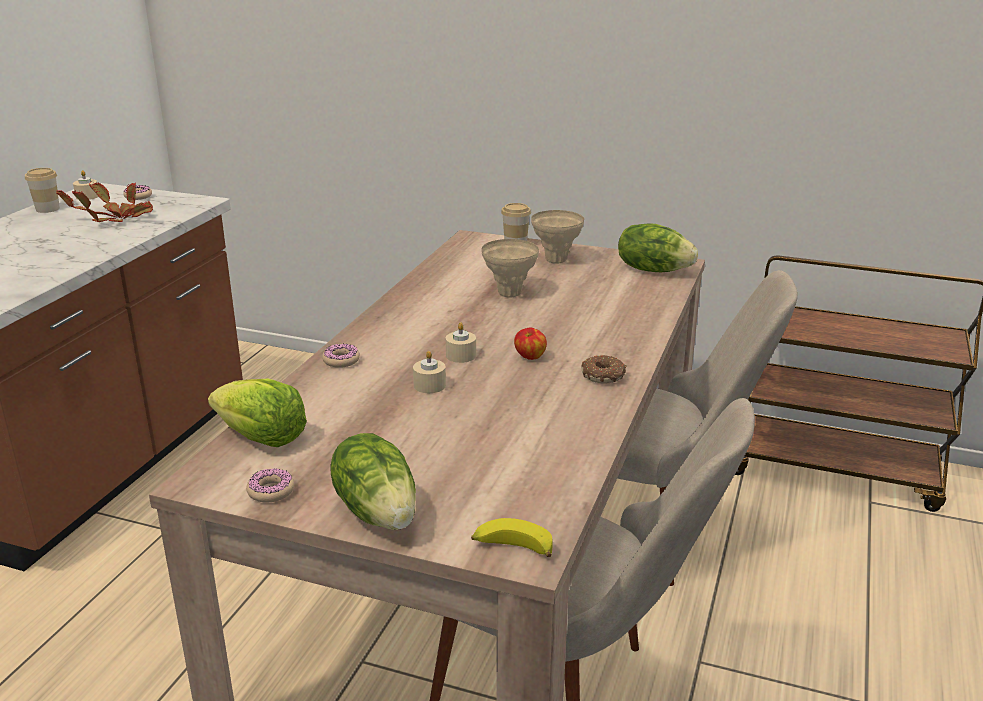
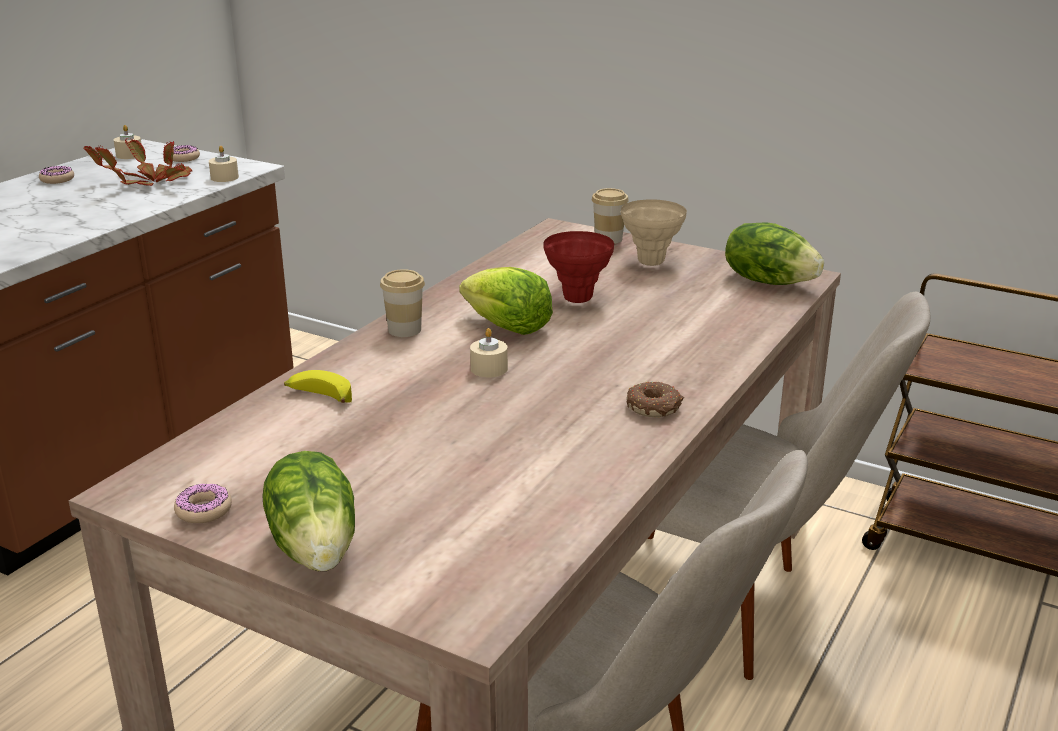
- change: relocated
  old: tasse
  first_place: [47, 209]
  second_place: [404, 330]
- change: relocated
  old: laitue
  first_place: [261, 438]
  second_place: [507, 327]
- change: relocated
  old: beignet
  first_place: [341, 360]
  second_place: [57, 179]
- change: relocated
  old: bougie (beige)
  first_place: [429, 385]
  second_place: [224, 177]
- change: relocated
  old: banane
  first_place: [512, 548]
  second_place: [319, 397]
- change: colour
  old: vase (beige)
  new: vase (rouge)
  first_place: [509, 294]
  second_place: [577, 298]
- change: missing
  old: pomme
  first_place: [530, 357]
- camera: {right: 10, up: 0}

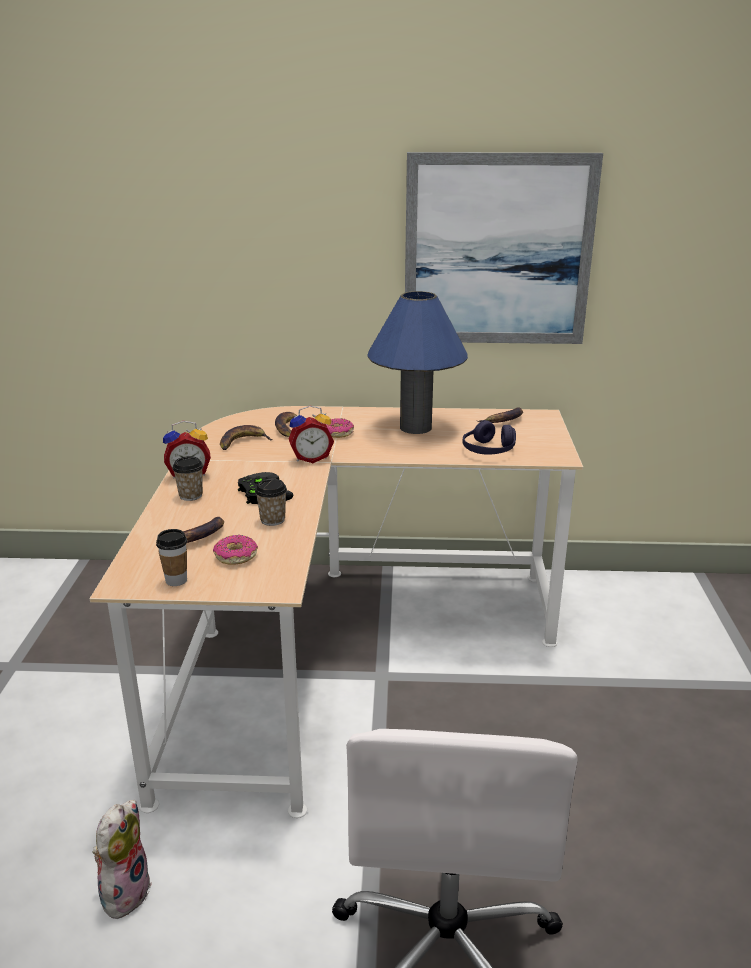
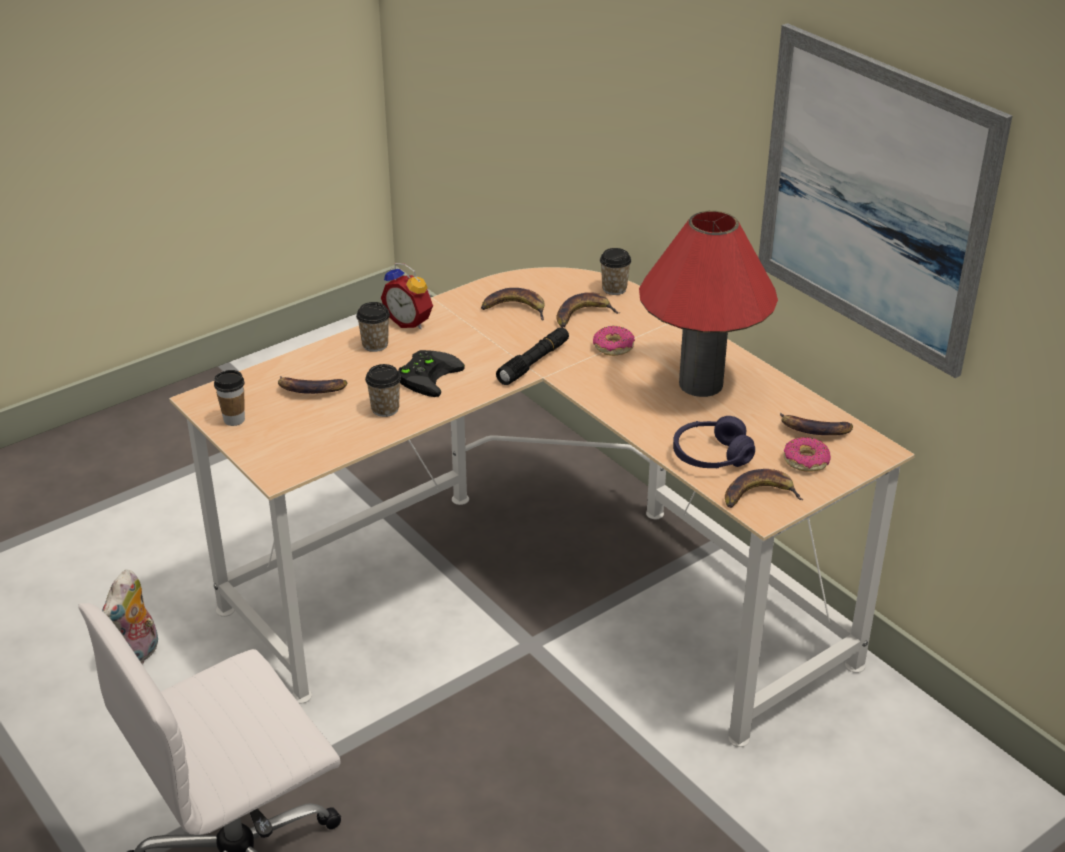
- change: spun
  old: peluche
  first_place: [124, 891]
  second_place: [138, 655]
  degrees: 135
- change: relocated
  old: beignet
  first_place: [236, 556]
  second_place: [805, 461]
- change: exchanged
  old: réveil
  new: lampe de poche (noir)
  first_place: [311, 458]
  second_place: [534, 363]
- change: colour
  old: lampe de table (bleu)
  new: lampe de table (rouge)
  first_place: [415, 427]
  second_place: [701, 384]
- change: appeared
  new: tasse
  second_place: [614, 289]
- change: appeared
  new: banane
  second_place: [759, 495]
- camera: {right: 50, up: 10}

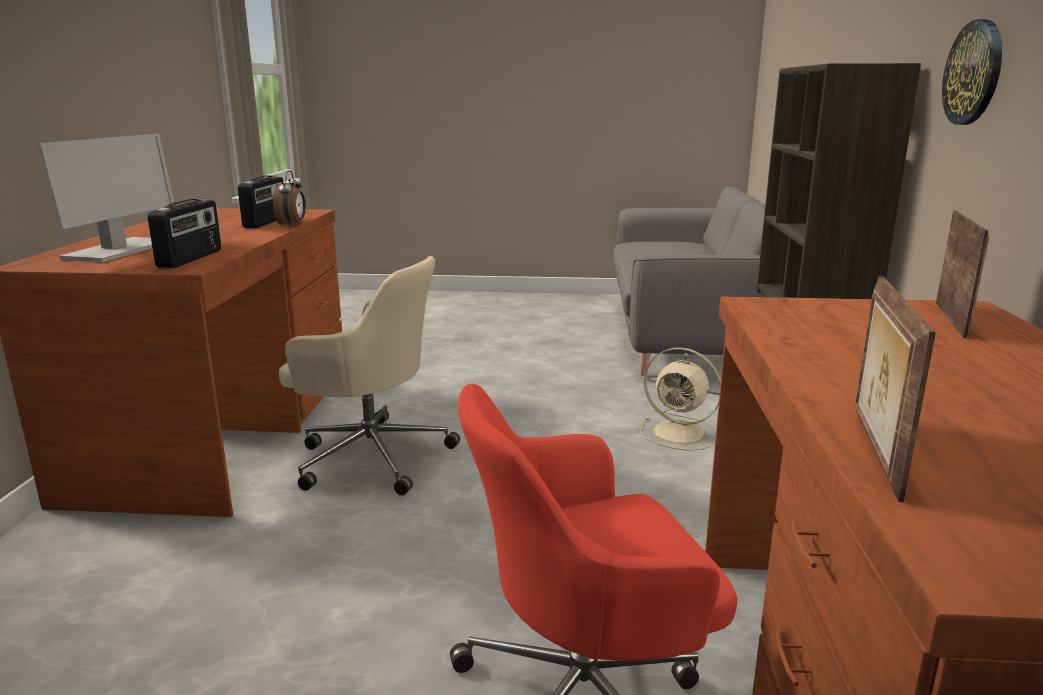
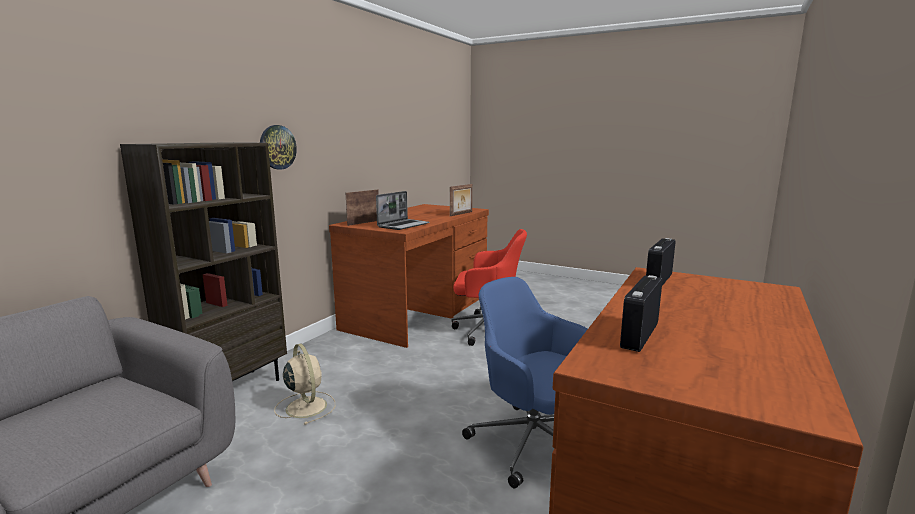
- change: missing
  old: écran d'ordinateur
  first_place: [118, 251]
- change: missing
  old: réveil
  first_place: [292, 224]
- change: colour
  old: chaise de bureau (beige)
  new: chaise de bureau (bleu)
  first_place: [371, 456]
  second_place: [533, 444]
- change: appeared
  new: ordinateur portable
  second_place: [403, 225]
- camera: {right: -155, up: -5}

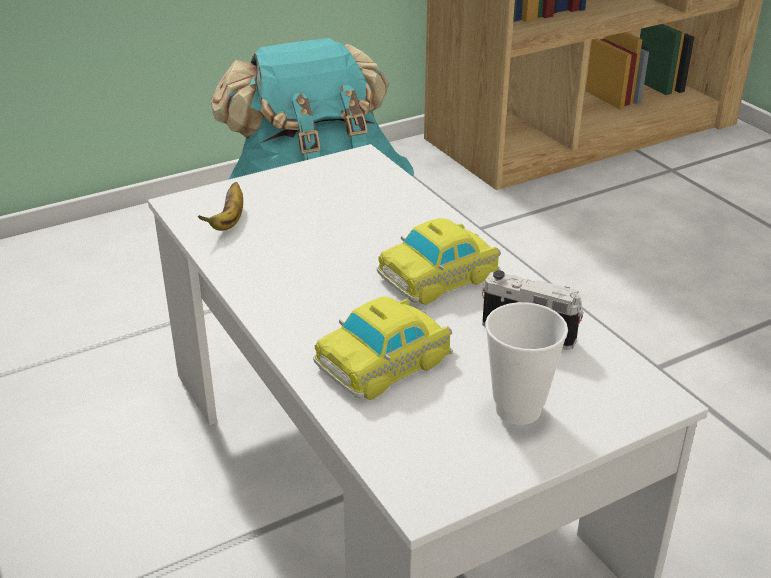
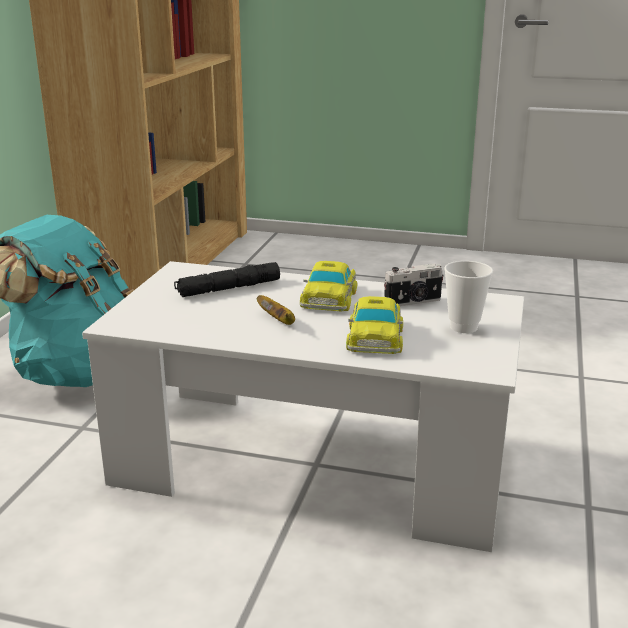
- change: relocated
  old: banane
  first_place: [229, 221]
  second_place: [278, 321]
- change: appeared
  new: lampe de poche (noir)
  second_place: [228, 288]
- camera: {right: -45, up: -10}

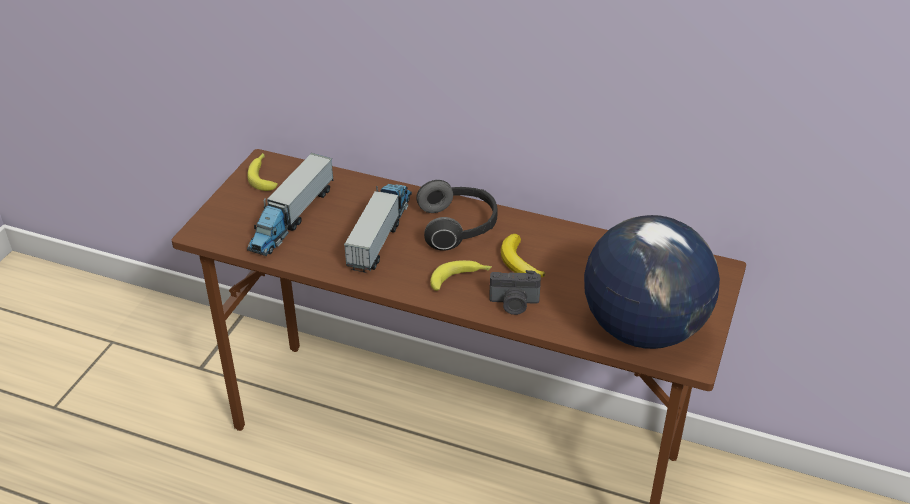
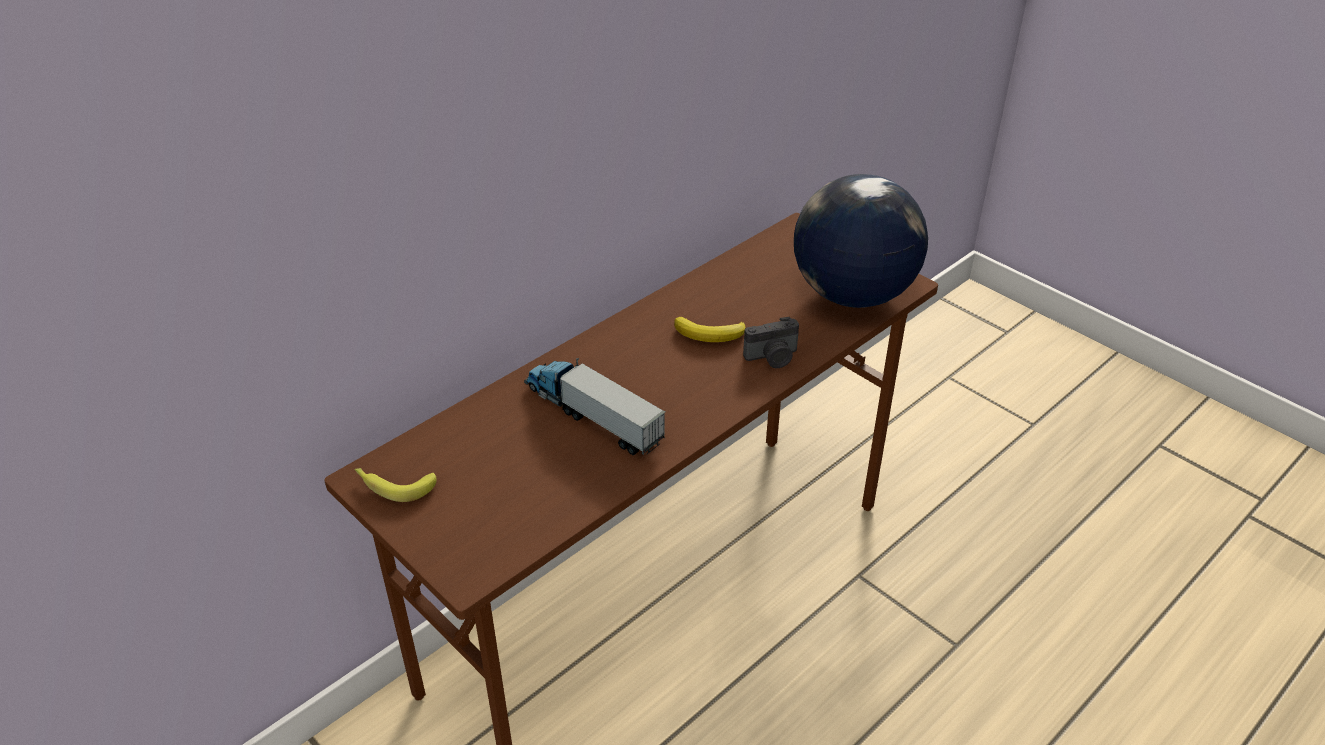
- change: missing
  old: camion jouet
  first_place: [292, 218]
- change: missing
  old: casque audio
  first_place: [458, 227]
- change: missing
  old: banane
  first_place: [460, 279]
- change: spun
  old: appareil photo
  first_place: [514, 304]
  second_place: [772, 358]
  degrees: 45
- camera: {right: -65, up: 0}

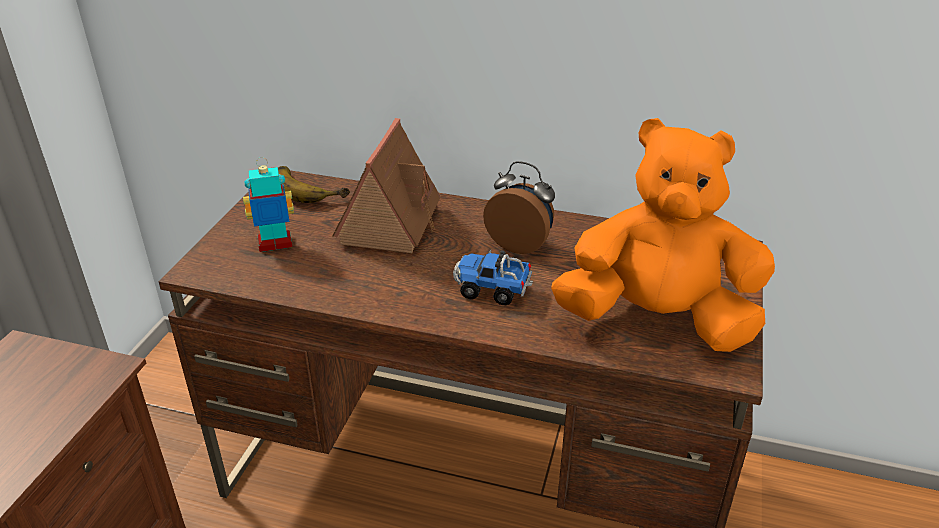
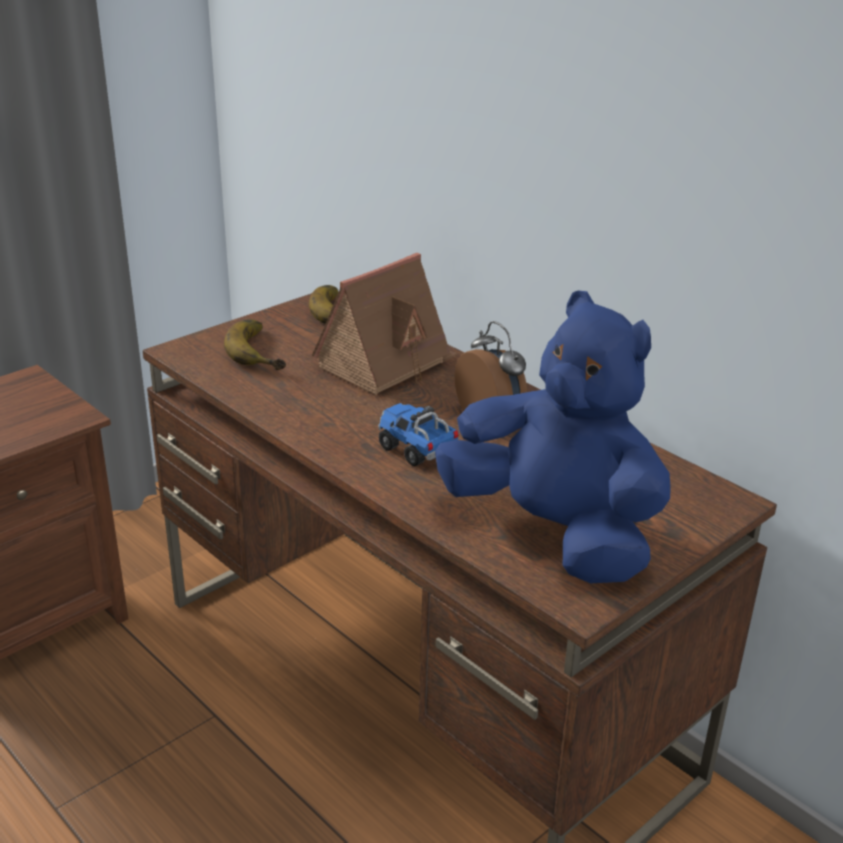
- change: exchanged
  old: robot jouet
  new: banane
  first_place: [275, 244]
  second_place: [263, 350]
- change: colour
  old: peluche (orange)
  new: peluche (bleu)
  first_place: [657, 320]
  second_place: [554, 533]
- camera: {right: 30, up: -5}

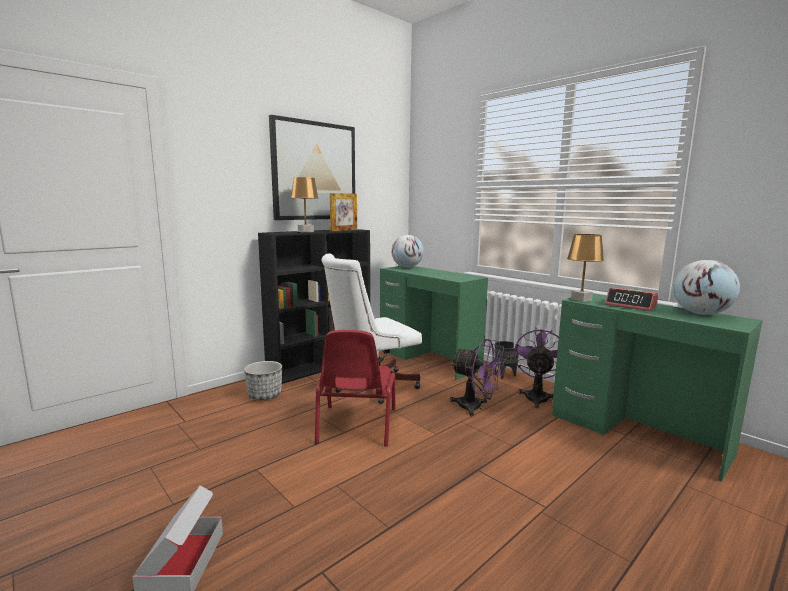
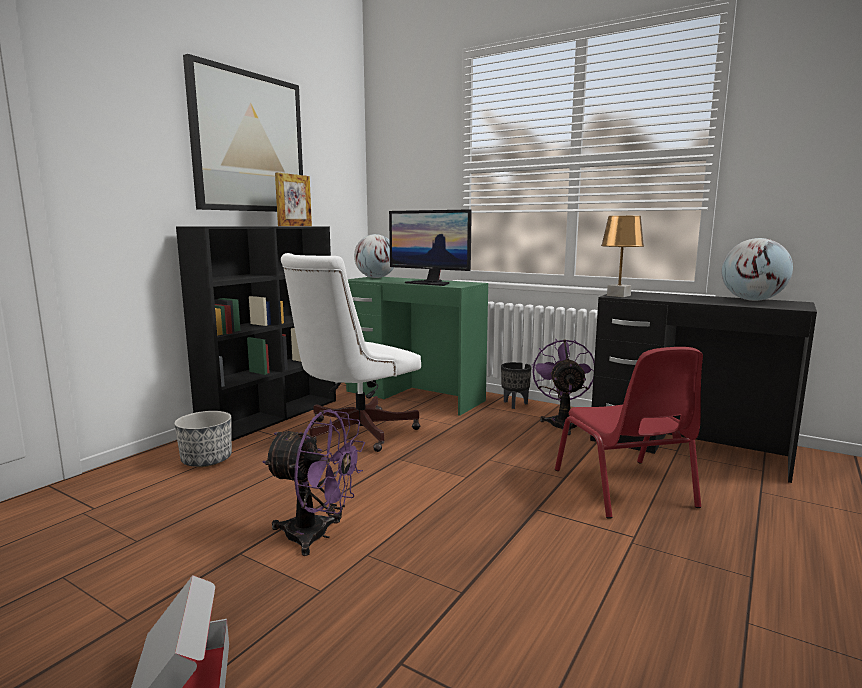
- change: missing
  old: lampe de table (marron)
  first_place: [305, 232]
- change: relocated
  old: chaise (rouge)
  first_place: [356, 426]
  second_place: [624, 489]
- change: relocated
  old: ventilateur (violet)
  first_place: [475, 408]
  second_place: [317, 536]
- change: colour
  old: bureau (vert)
  new: bureau (noir)
  first_place: [637, 434]
  second_place: [687, 448]
- change: missing
  old: réveil
  first_place: [631, 305]
- change: appeared
  new: écran d'ordinateur
  second_place: [430, 283]
- camera: {right: -15, up: 0}

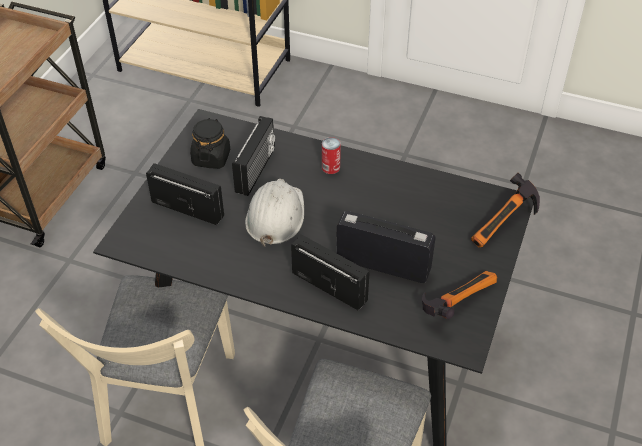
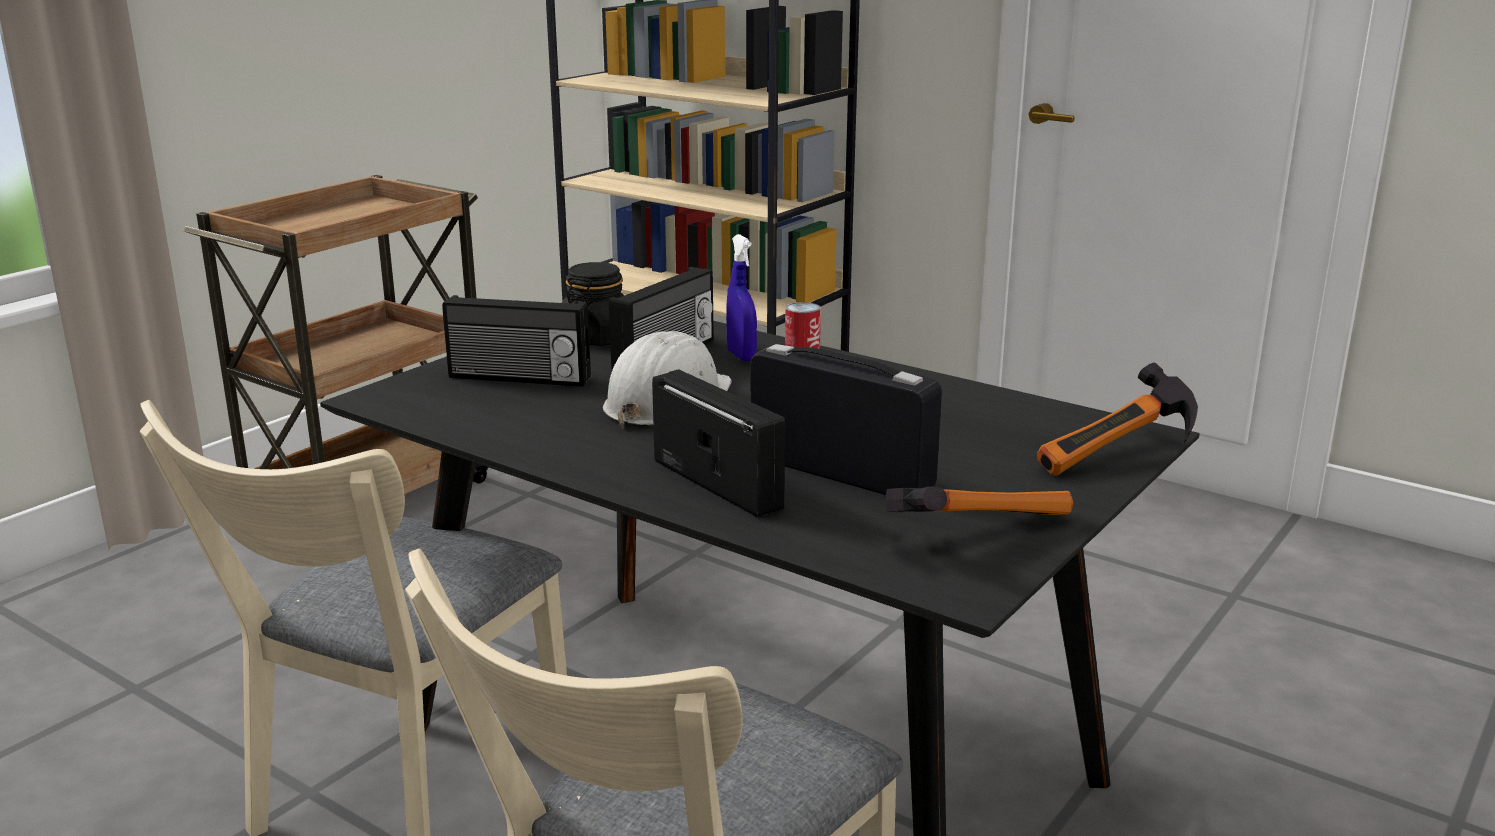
- change: spun
  old: radio
  first_place: [188, 208]
  second_place: [519, 378]
  degrees: 150
- change: appeared
  new: vaporisateur (bleu)
  second_place: [741, 356]
- camera: {right: 15, up: -25}

